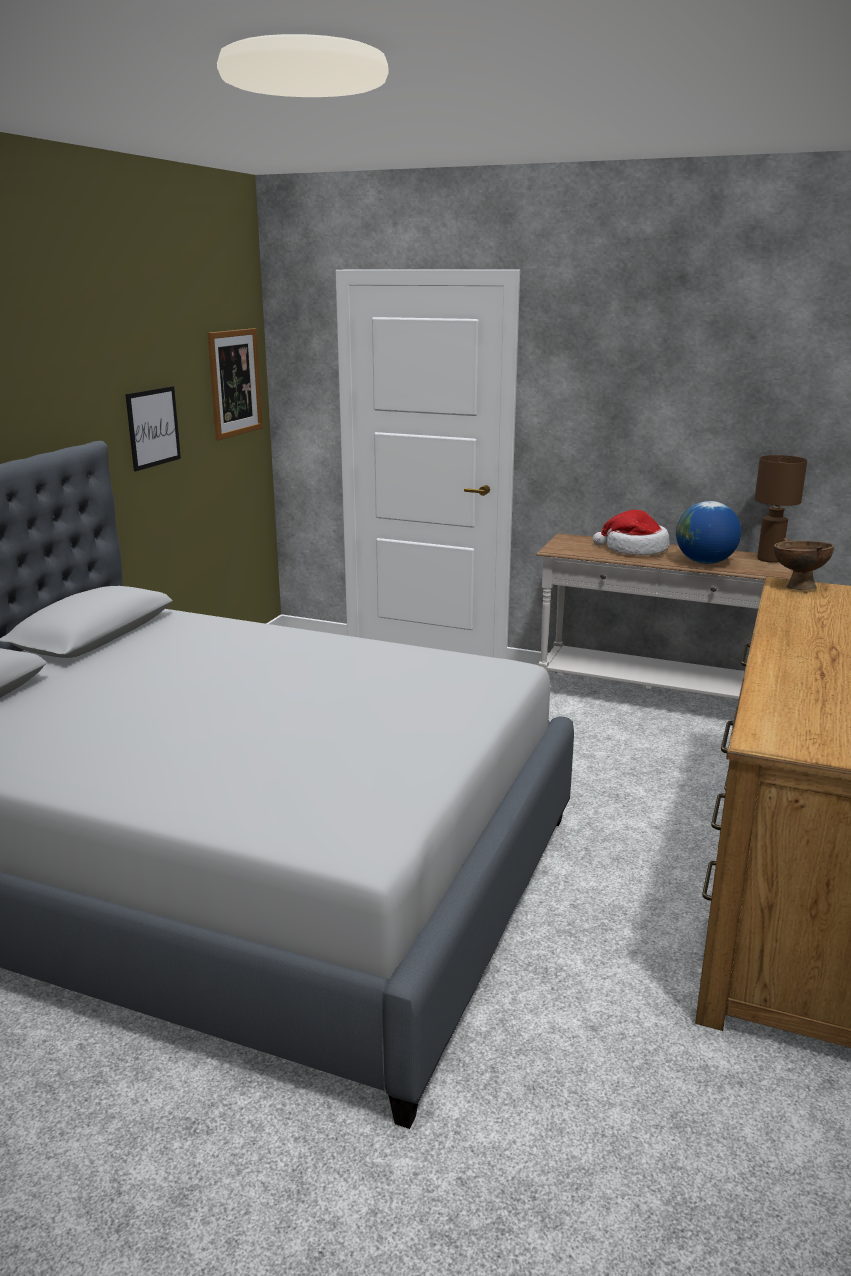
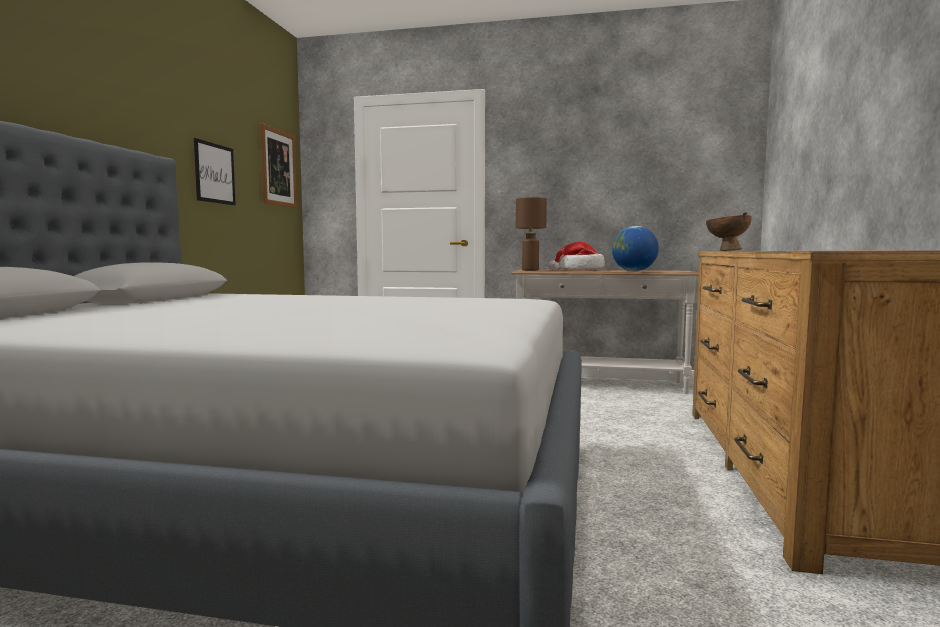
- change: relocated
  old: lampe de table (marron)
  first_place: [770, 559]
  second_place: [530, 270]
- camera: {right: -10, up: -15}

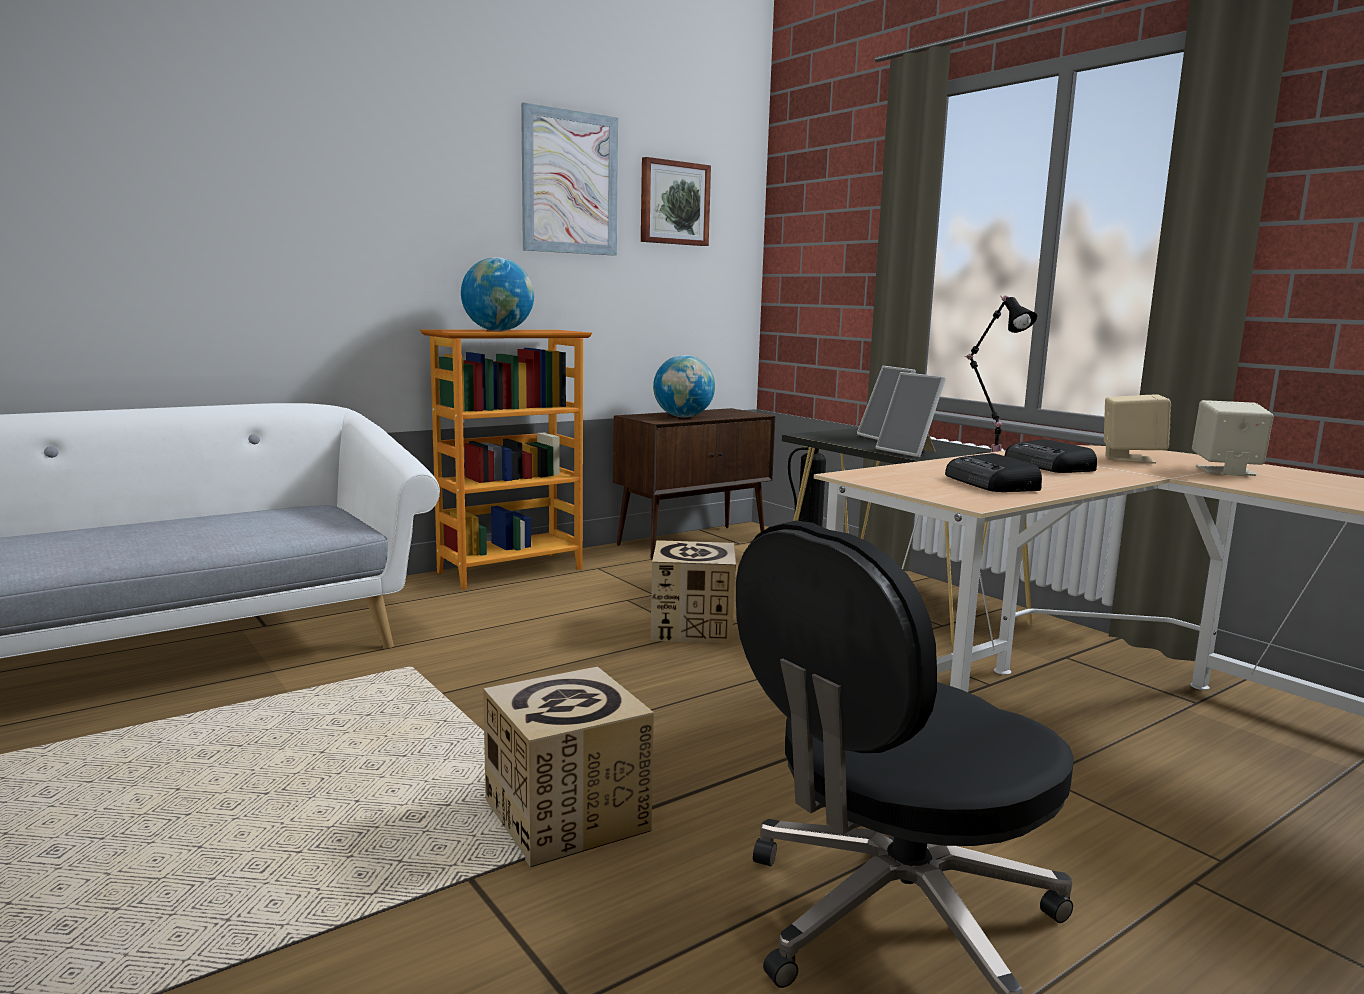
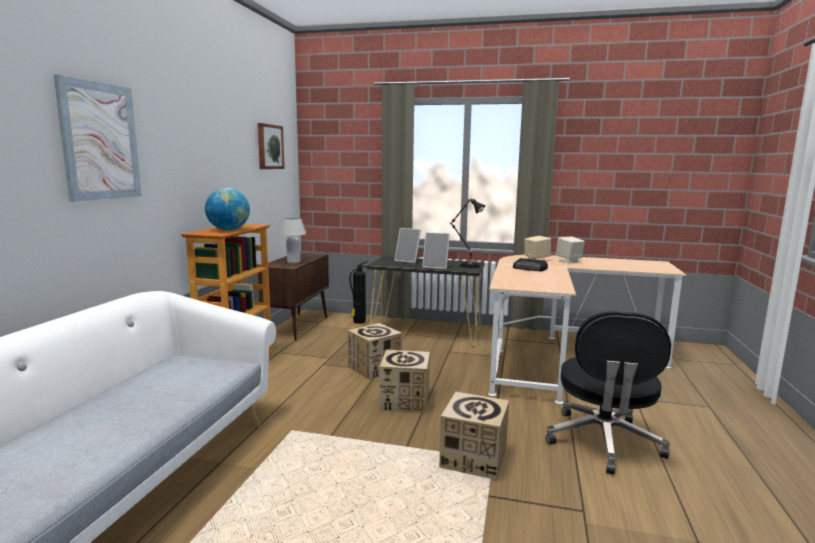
- change: relocated
  old: tableau
  first_place: [570, 183]
  second_place: [100, 141]
- change: exchanged
  old: globe
  new: lampe de table (blanc)
  first_place: [683, 417]
  second_place: [293, 262]
- change: missing
  old: radio
  first_place: [992, 484]
- change: appeared
  new: carton
  second_place: [405, 401]
- camera: {right: -40, up: 0}

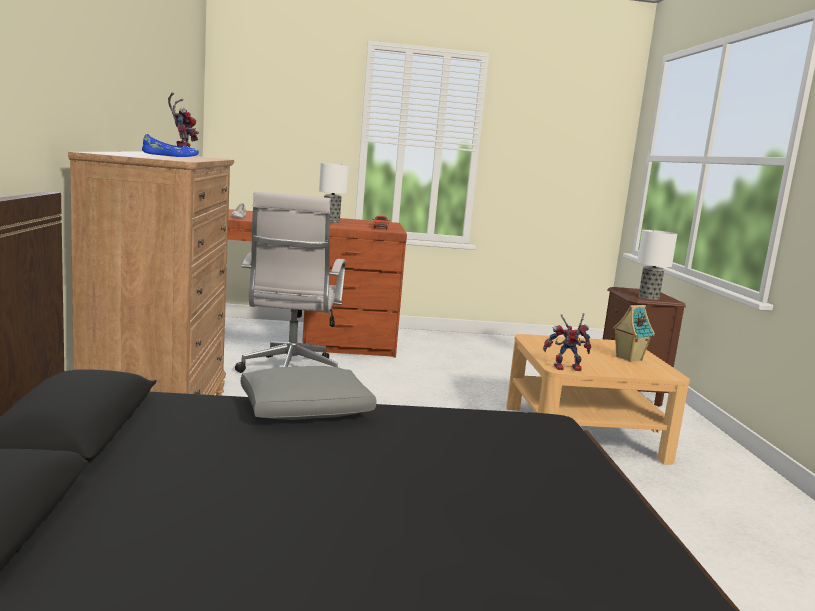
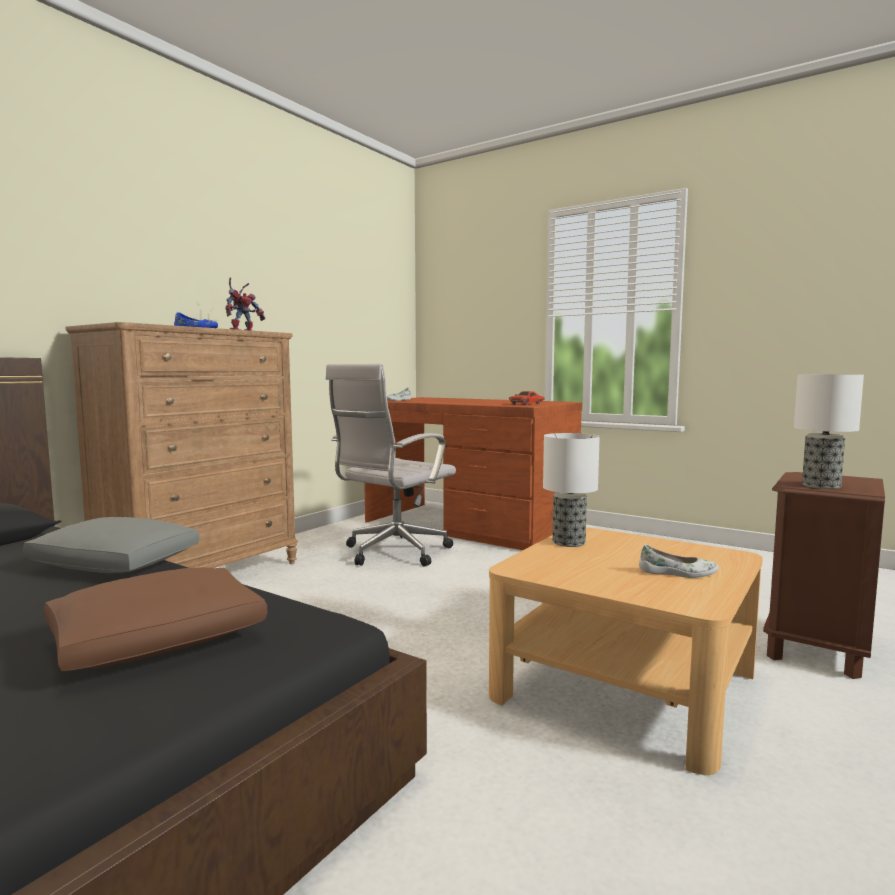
- change: relocated
  old: lampe de table
  first_place: [331, 221]
  second_place: [569, 542]
- change: missing
  old: robot jouet
  first_place: [565, 368]
- change: exchanged
  old: maison miniature
  new: chaussure (blanc)
  first_place: [628, 358]
  second_place: [678, 573]
- change: appeared
  new: coussin (marron)
  second_place: [160, 639]
- camera: {right: 40, up: -5}

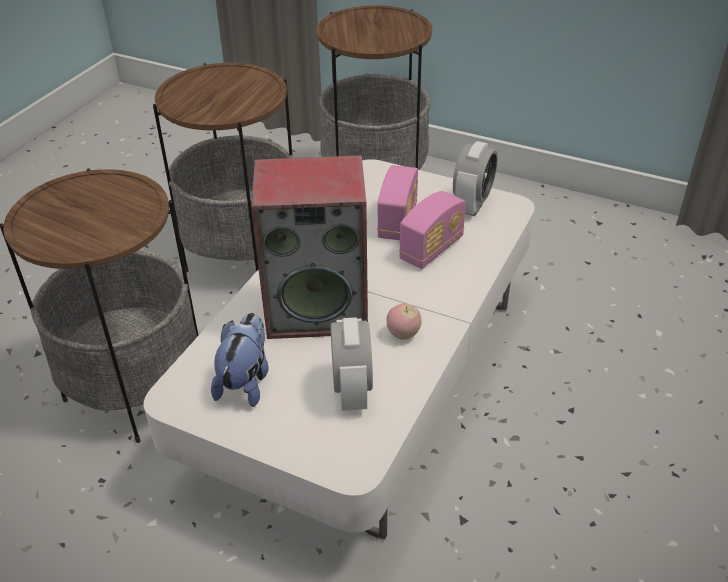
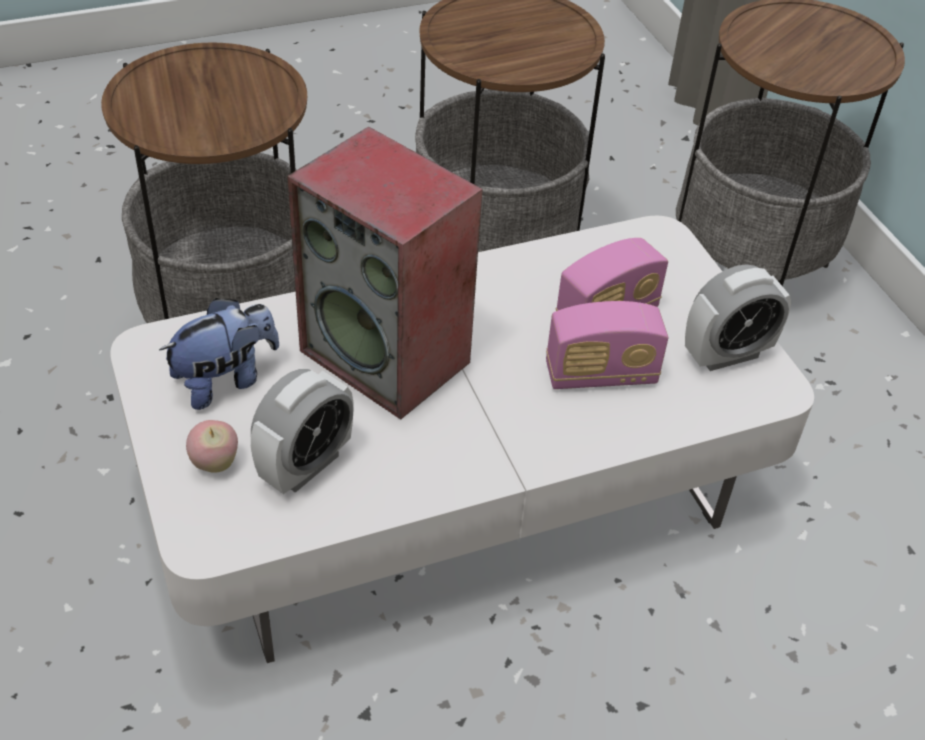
- change: relocated
  old: pomme
  first_place: [403, 335]
  second_place: [215, 463]
- camera: {right: 40, up: 5}

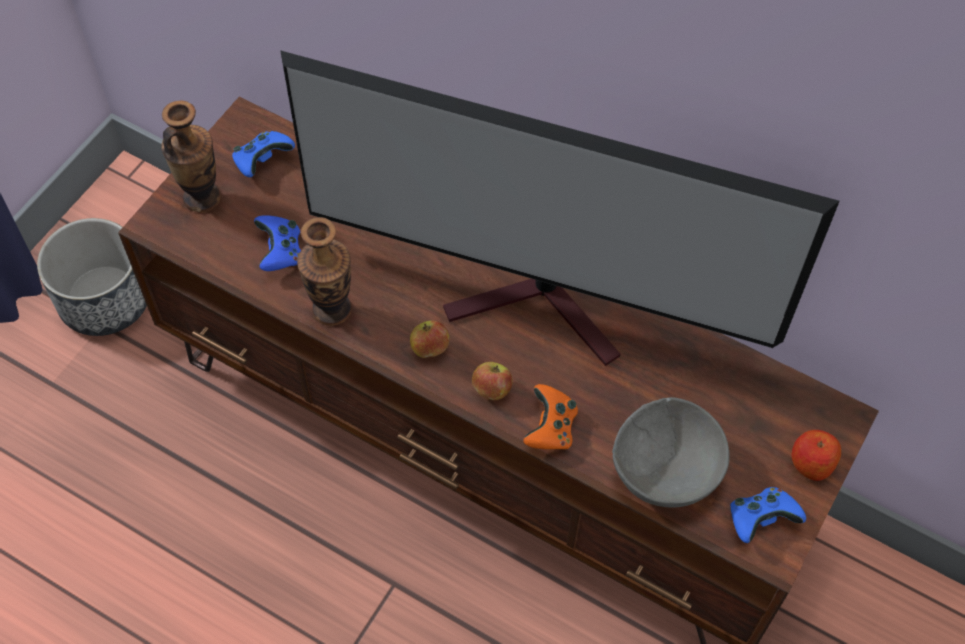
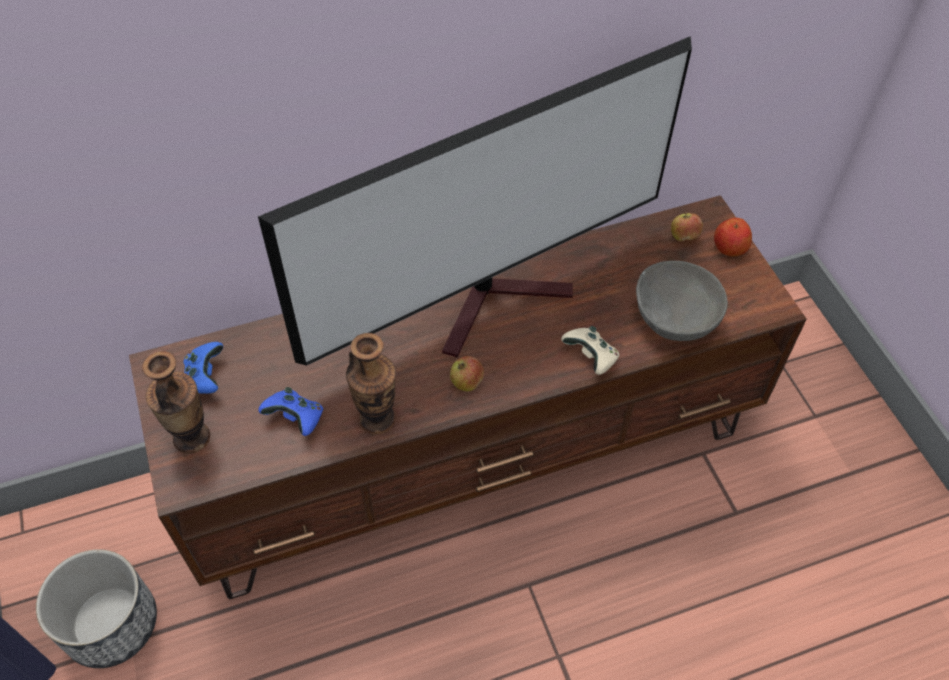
- change: relocated
  old: pomme
  first_place: [491, 389]
  second_place: [684, 237]
- change: colour
  old: manette (orange)
  new: manette (beige)
  first_place: [550, 428]
  second_place: [591, 357]
- change: missing
  old: manette (bleu)
  first_place: [760, 520]
- camera: {right: -50, up: -5}

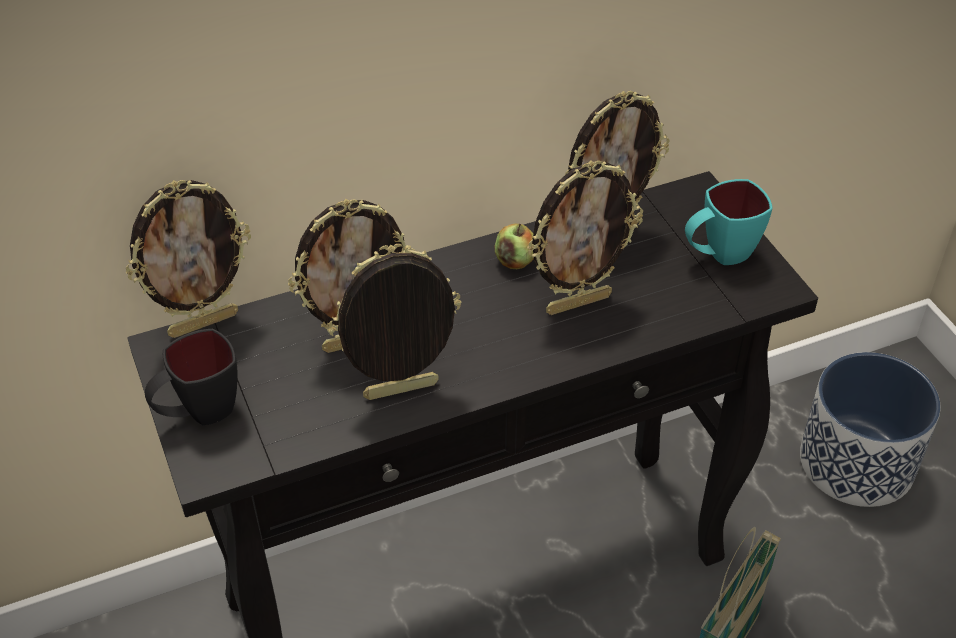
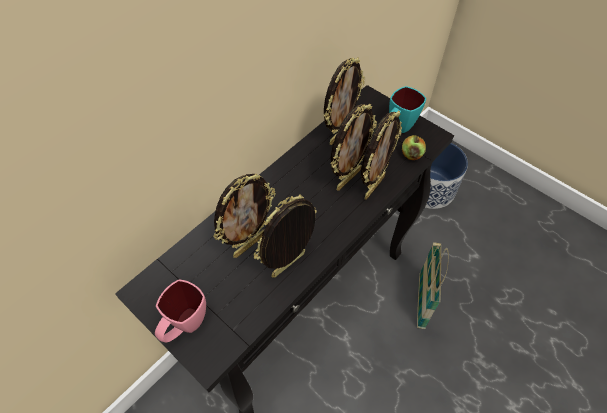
- change: relocated
  old: cadre photo
  first_place: [203, 323]
  second_place: [373, 186]
- change: colour
  old: mug (noir)
  new: mug (rose)
  first_place: [198, 414]
  second_place: [185, 326]
- change: relocated
  old: pomme
  first_place: [515, 261]
  second_place: [411, 155]
- camera: {right: -25, up: 10}

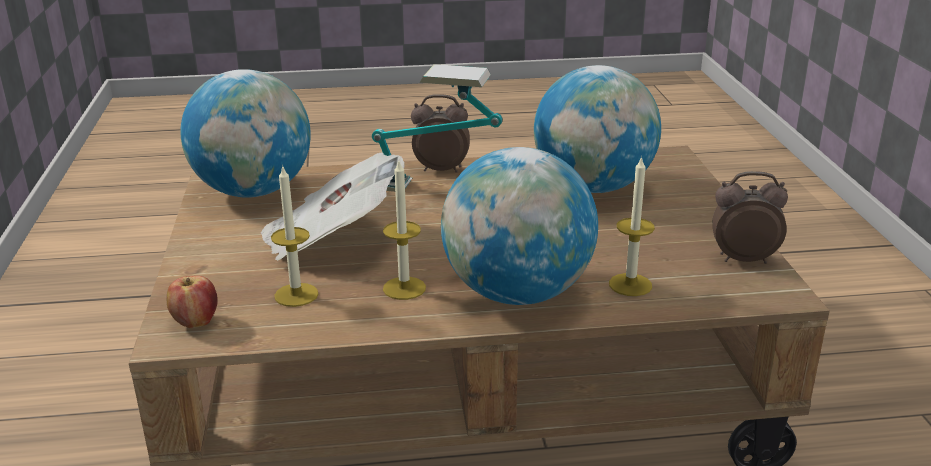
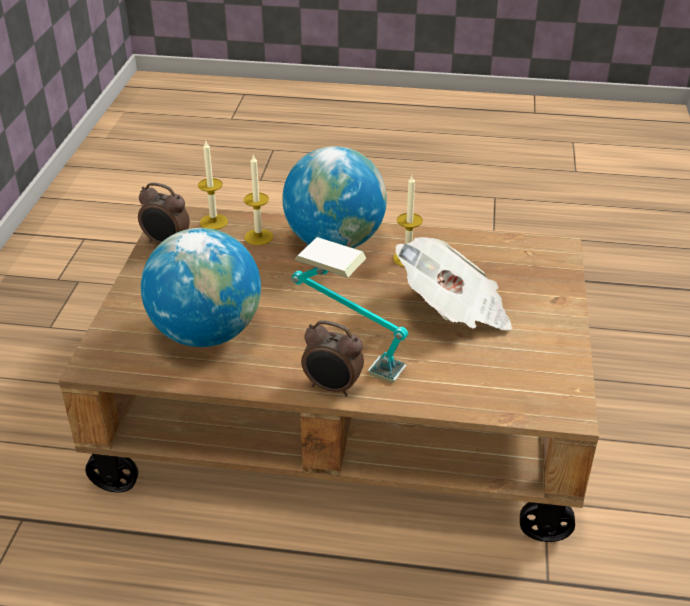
- change: missing
  old: pomme
  first_place: [196, 322]
- change: missing
  old: globe
  first_place: [254, 191]
- change: relocated
  old: bougie
  first_place: [296, 295]
  second_place: [213, 222]
- camera: {right: -165, up: 10}

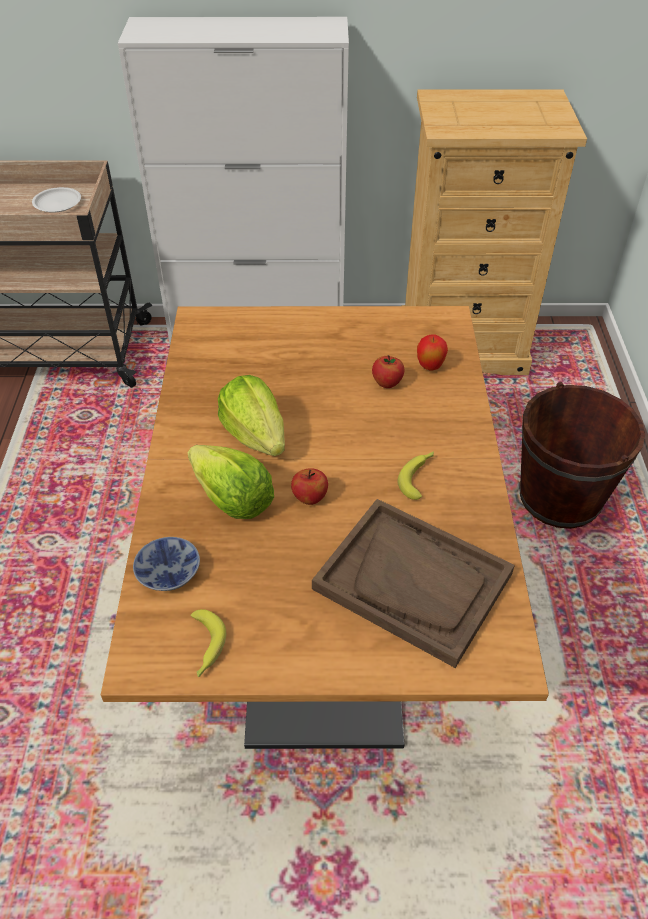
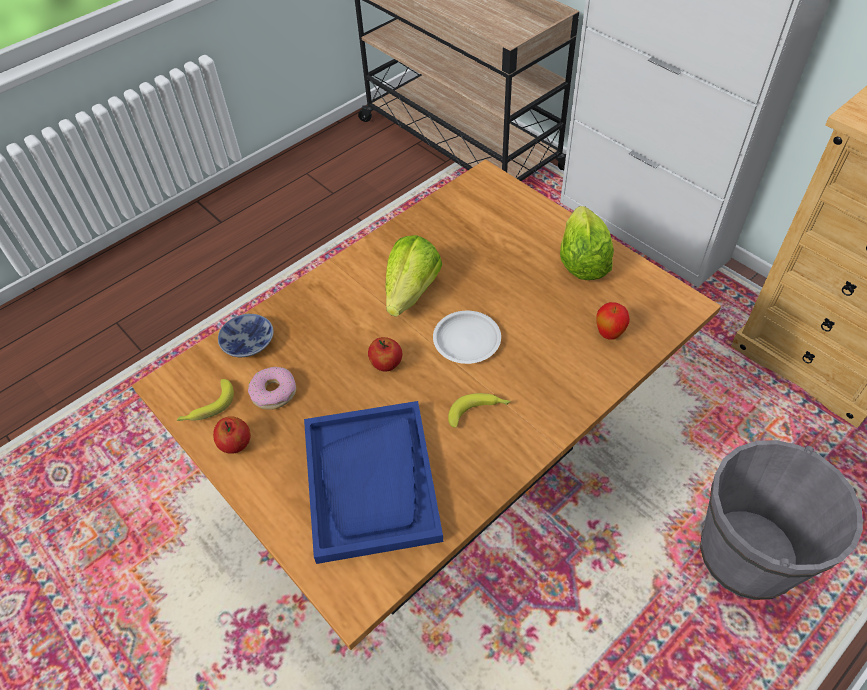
- change: relocated
  old: assiette (blanc)
  first_place: [58, 203]
  second_place: [467, 340]
- change: relocated
  old: laitue
  first_place: [232, 499]
  second_place: [582, 261]
- change: colour
  old: plateau (marron)
  new: plateau (bleu)
  first_place: [413, 581]
  second_place: [371, 481]
- change: relocated
  old: pomme
  first_place: [387, 383]
  second_place: [236, 445]
- change: colour
  old: seau (marron)
  new: seau (gris)
  first_place: [559, 499]
  second_place: [746, 555]
- change: appeared
  new: beignet
  second_place: [274, 392]
- camera: {right: 50, up: 5}

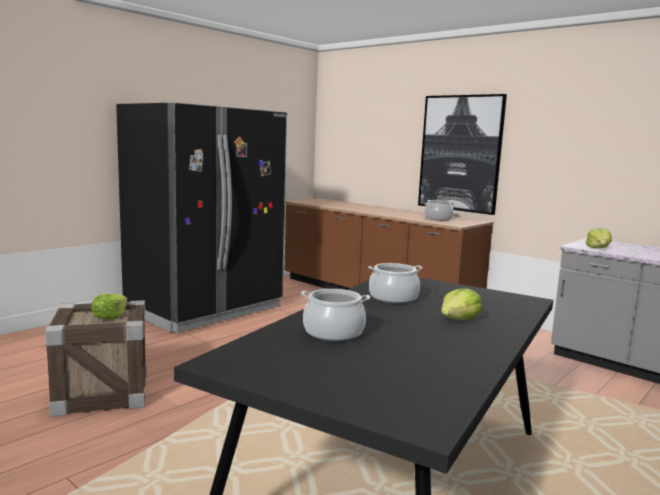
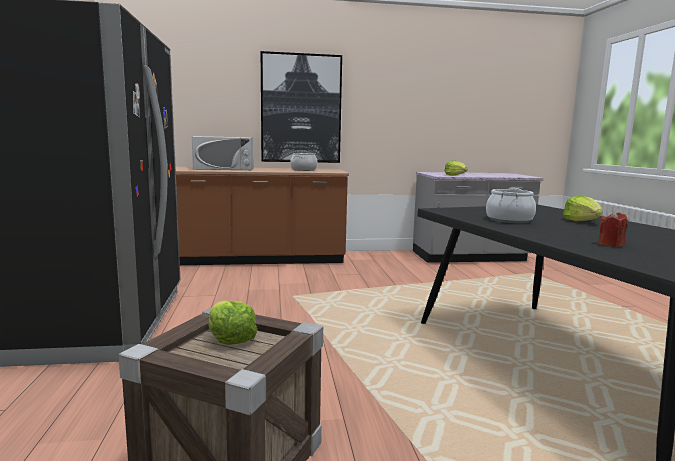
- change: exchanged
  old: marmite
  new: bougie (rouge)
  first_place: [333, 333]
  second_place: [611, 244]
- change: appeared
  new: micro-ondes (blanc)
  second_place: [224, 168]
- camera: {right: -50, up: 0}

